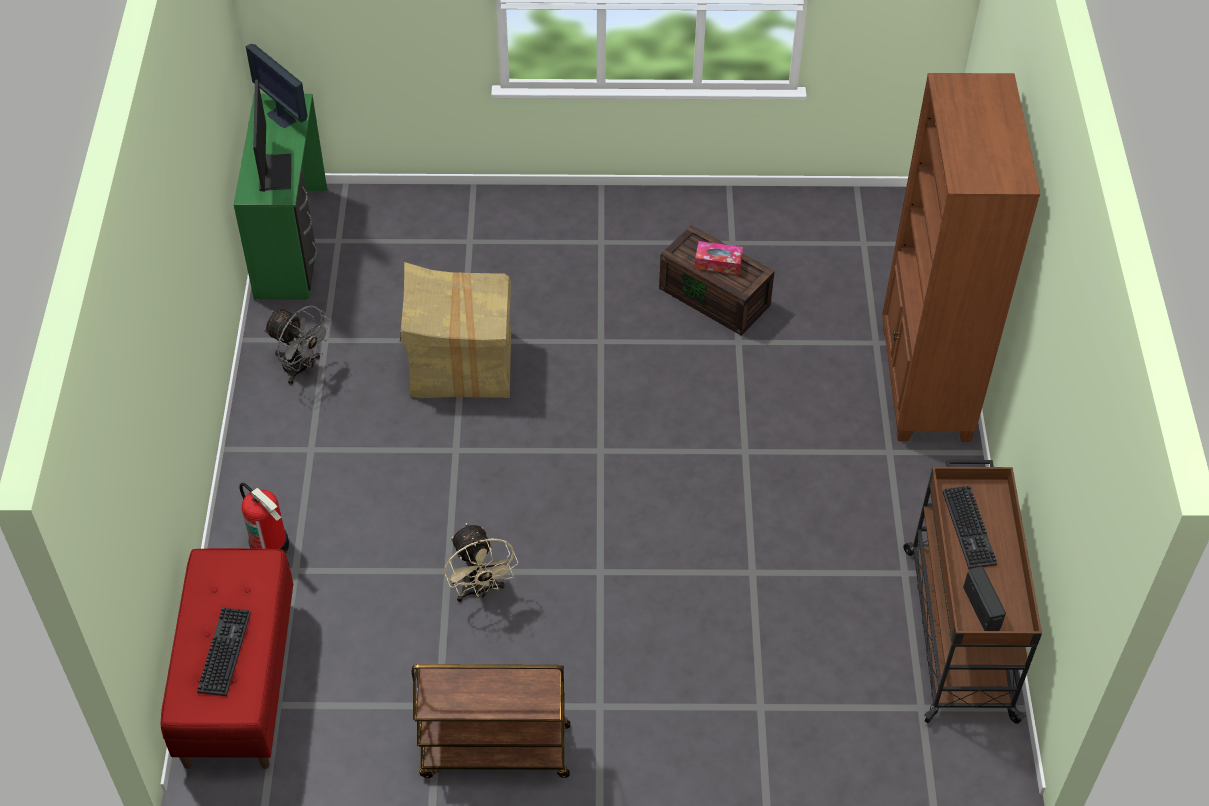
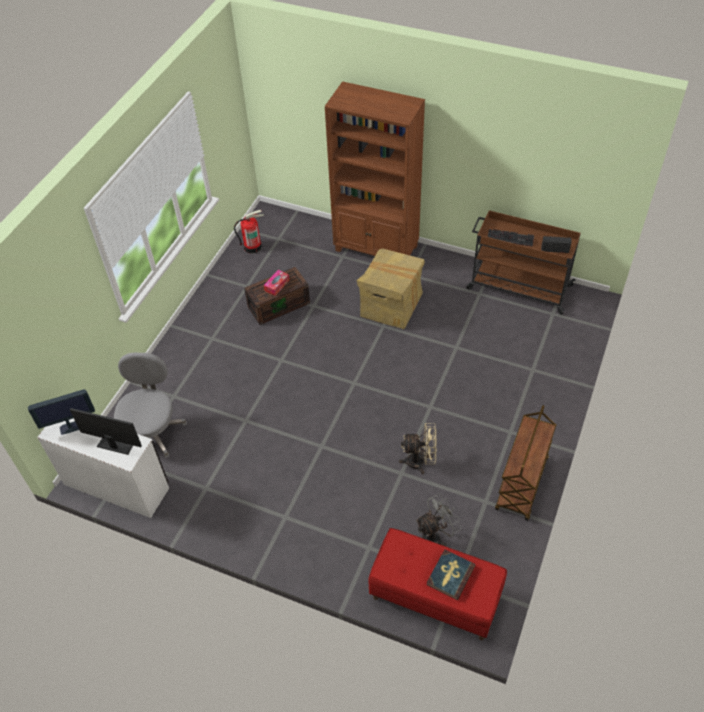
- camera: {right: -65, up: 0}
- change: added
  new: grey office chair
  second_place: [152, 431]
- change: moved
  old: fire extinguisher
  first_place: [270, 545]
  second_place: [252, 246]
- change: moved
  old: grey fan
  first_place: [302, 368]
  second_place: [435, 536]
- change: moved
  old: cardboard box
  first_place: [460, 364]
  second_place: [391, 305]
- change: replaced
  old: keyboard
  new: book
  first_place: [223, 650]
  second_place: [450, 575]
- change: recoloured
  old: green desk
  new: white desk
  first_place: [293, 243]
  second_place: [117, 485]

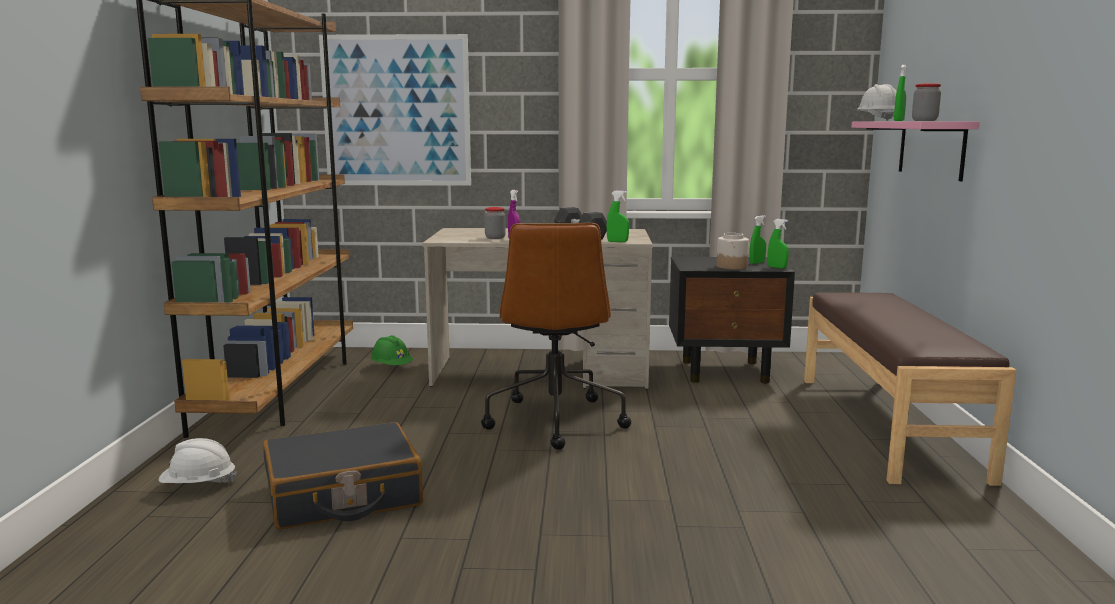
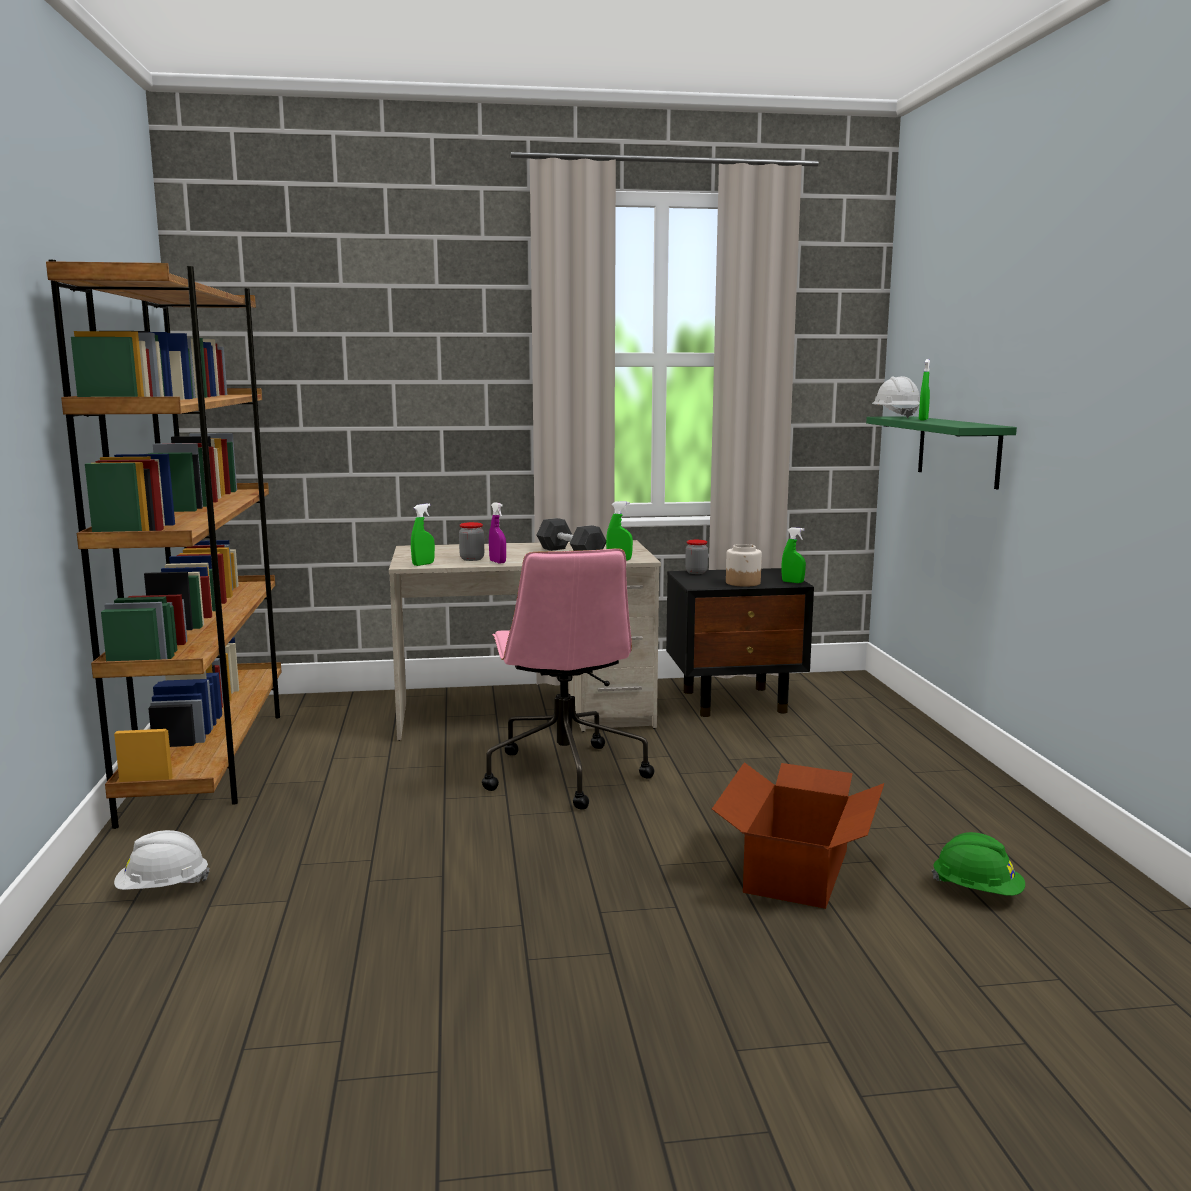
- camera: {right: -10, up: 0}
- change: removed
  old: black suitcase
  first_place: [343, 496]
- change: removed
  old: picture
  first_place: [396, 111]
- change: removed
  old: brown bench
  first_place: [887, 425]
- change: added
  new: cardboard box
  second_place: [798, 870]
- change: moved
  old: green hard hat
  first_place: [392, 367]
  second_place: [977, 891]
- change: moved
  old: green spray bottle
  first_place: [757, 263]
  second_place: [423, 564]
- change: moved
  old: jar
  first_place: [924, 120]
  second_place: [696, 572]
- change: recoloured
  old: brown office chair
  new: pink office chair
  first_place: [554, 420]
  second_place: [564, 773]
- change: recoloured
  old: pink shelf
  new: green shelf
  first_place: [931, 148]
  second_place: [958, 450]

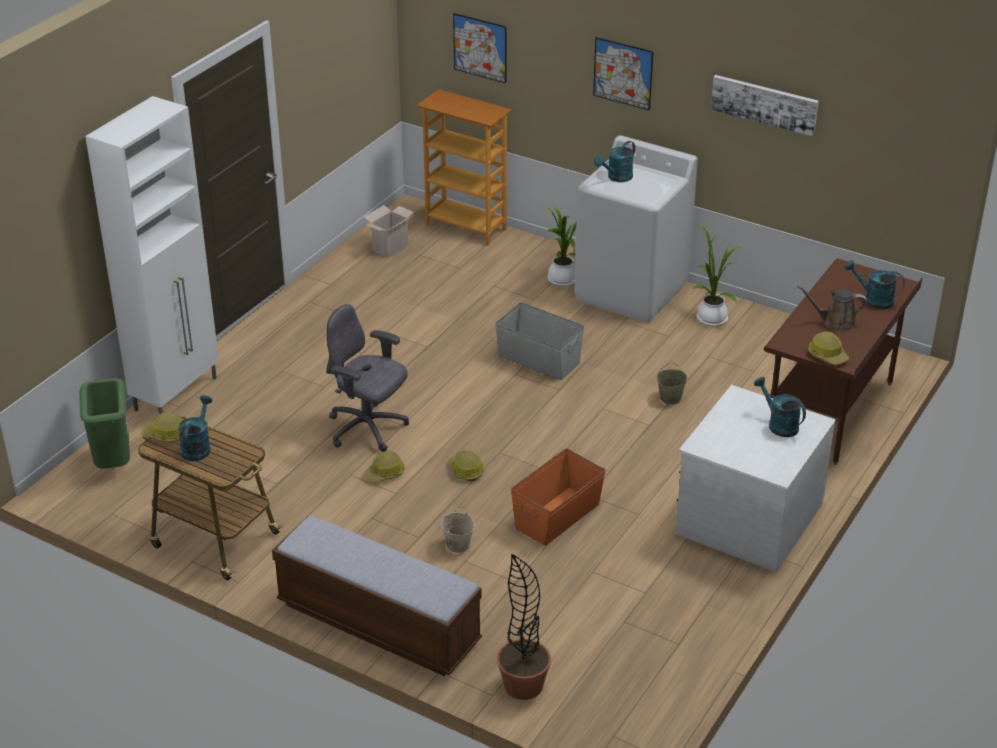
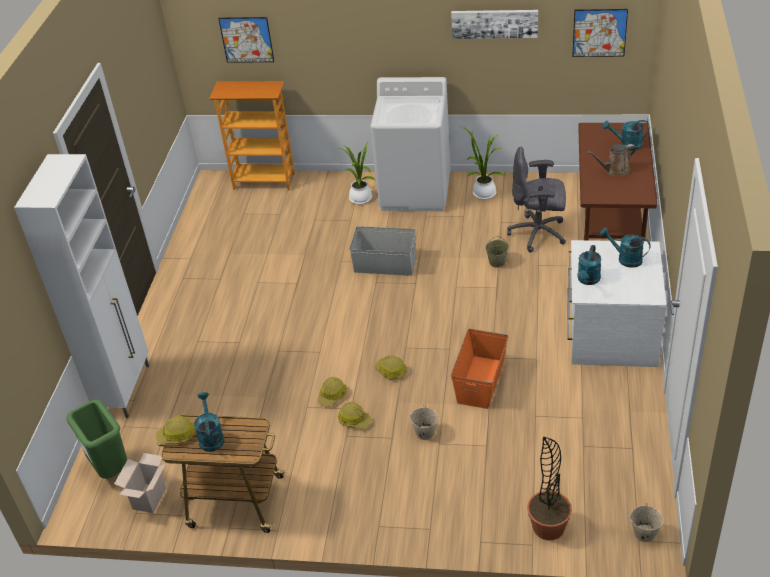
- camera: {right: -20, up: 5}
- change: removed
  old: bench
  first_place: [378, 623]
- change: added
  new: beige bucket
  second_place: [644, 533]
- change: moved
  old: grey office chair
  first_place: [368, 429]
  second_place: [538, 234]
- change: moved
  old: cardboard box
  first_place: [390, 247]
  second_place: [149, 497]
- change: moved
  old: picture
  first_place: [623, 73]
  second_place: [599, 33]
- change: moved
  old: turquoise watering can
  first_place: [616, 178]
  second_place: [588, 280]
- change: moved
  old: hard hat
  first_place: [827, 355]
  second_place: [354, 420]

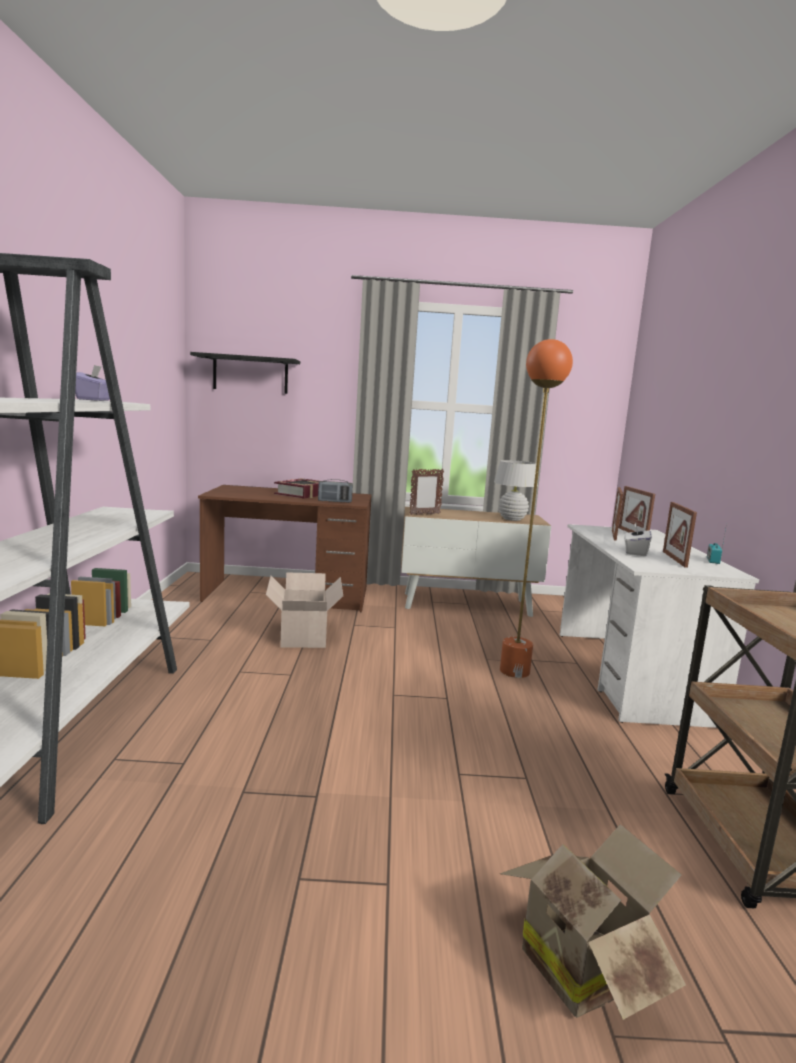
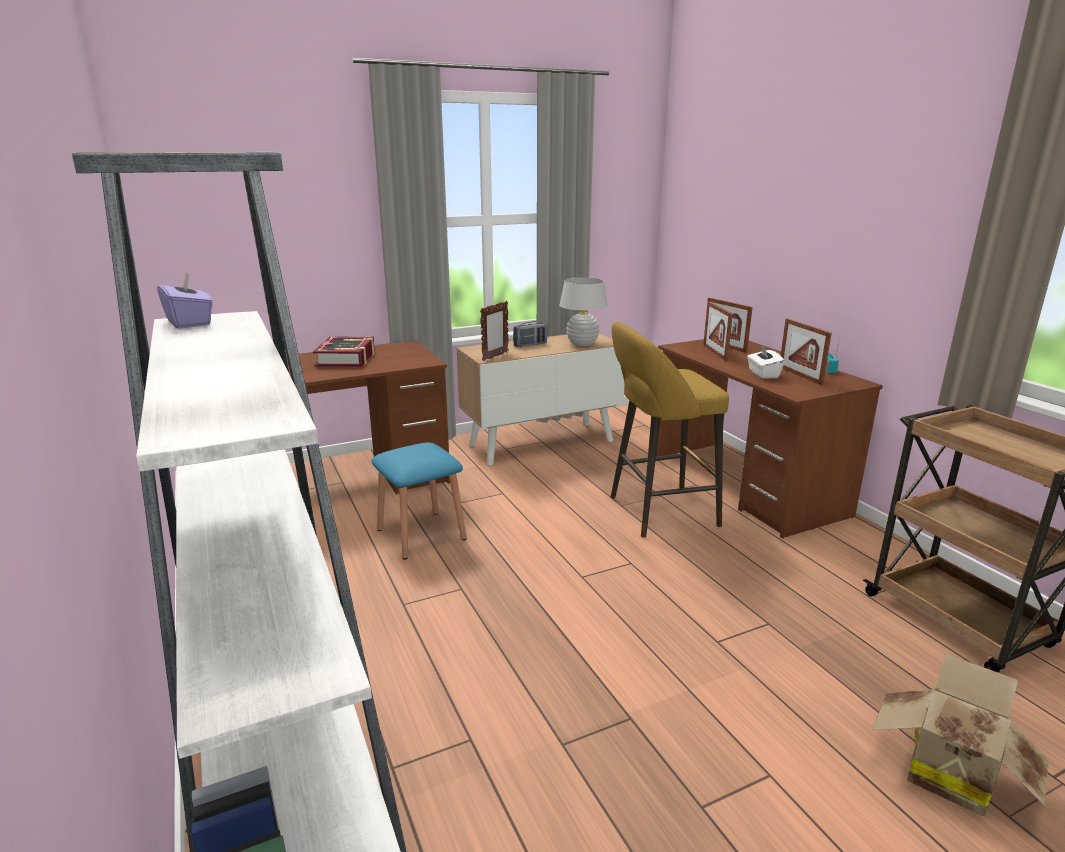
- camera: {right: -25, up: 10}
- change: removed
  old: black shelf
  first_place: [250, 374]
- change: moved
  old: radio
  first_place: [334, 501]
  second_place: [530, 345]
- change: replaced
  old: cardboard box
  new: blue stool
  first_place: [303, 636]
  second_place: [421, 534]
- change: replaced
  old: orange floor lamp
  new: yellow stool
  first_place: [514, 671]
  second_place: [657, 512]
- change: recoloured
  old: white desk
  new: brown desk
  first_place: [629, 675]
  second_place: [746, 485]

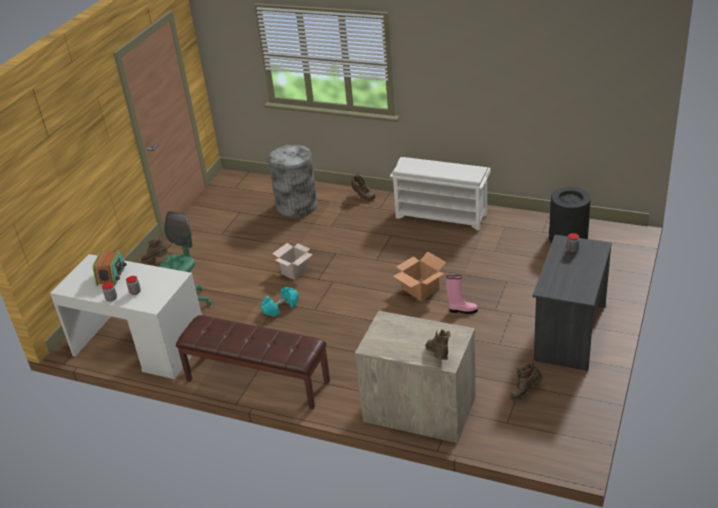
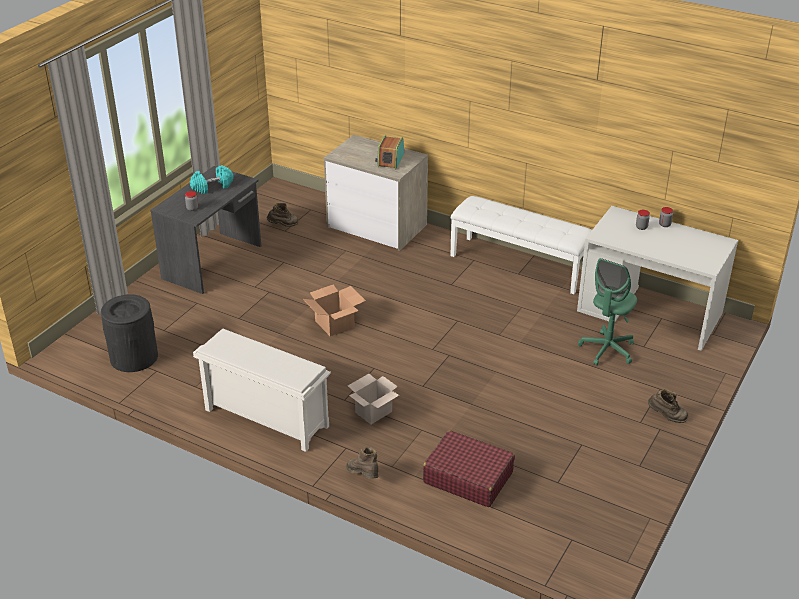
- camera: {right: -175, up: 0}
- change: removed
  old: brown boot
  first_place: [438, 357]
- change: removed
  old: pink boot
  first_place: [462, 310]
- change: moved
  old: radio
  first_place: [111, 275]
  second_place: [390, 160]
- change: moved
  old: turquoise dumbbell
  first_place: [280, 307]
  second_place: [212, 187]
- change: moved
  old: cardboard box
  first_place: [295, 272]
  second_place: [374, 411]
- change: replaced
  old: grey trash can
  new: red suitcase
  first_place: [297, 206]
  second_place: [468, 477]
- change: recoloured
  old: brown bench
  new: white bench
  first_place: [257, 381]
  second_place: [519, 264]

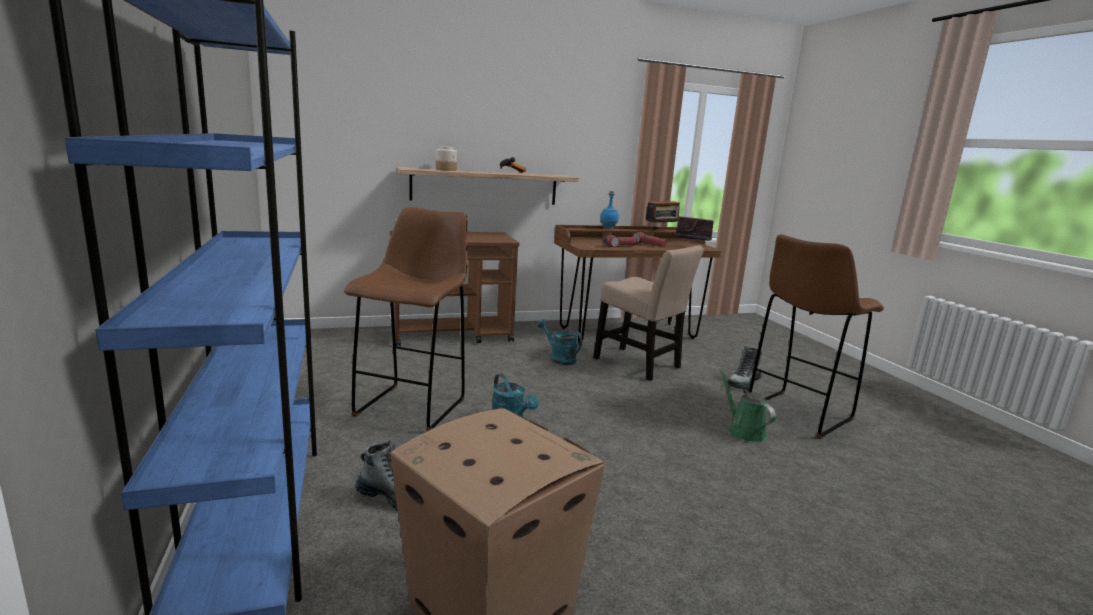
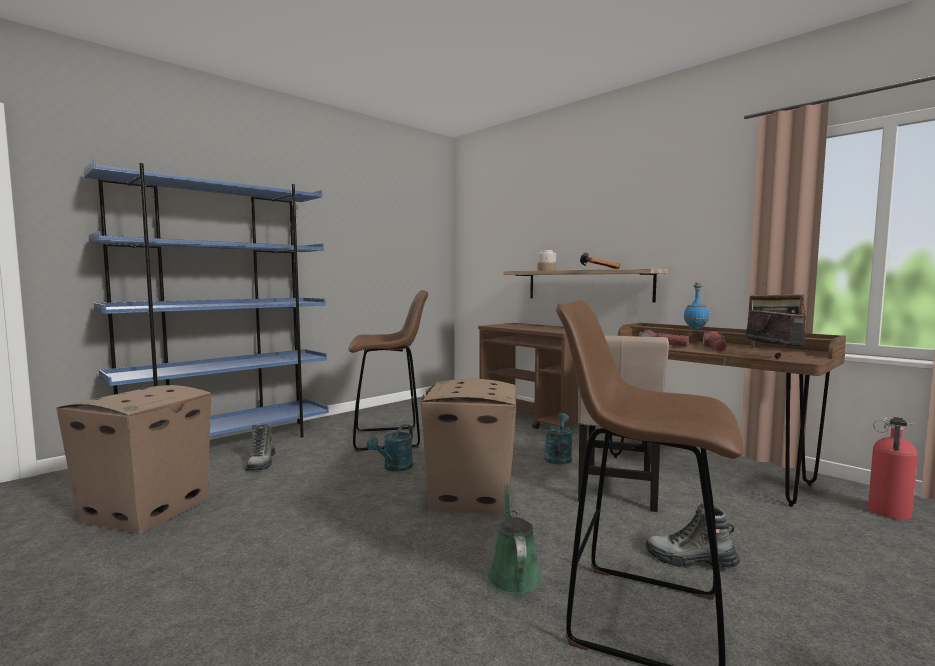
- camera: {right: 65, up: -10}
- change: added
  new: cardboard box
  second_place: [471, 497]
- change: added
  new: fire extinguisher
  second_place: [889, 513]
- change: turned
  old: green watering can
  first_place: [744, 431]
  second_place: [513, 575]
  degrees: -45

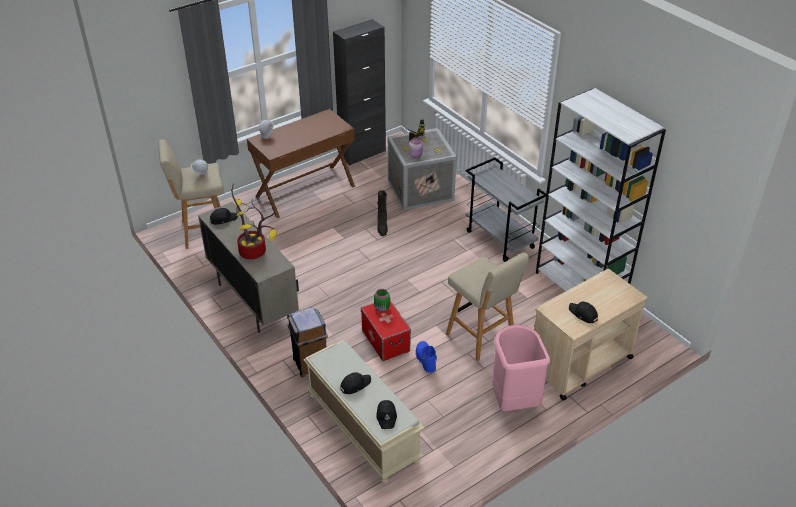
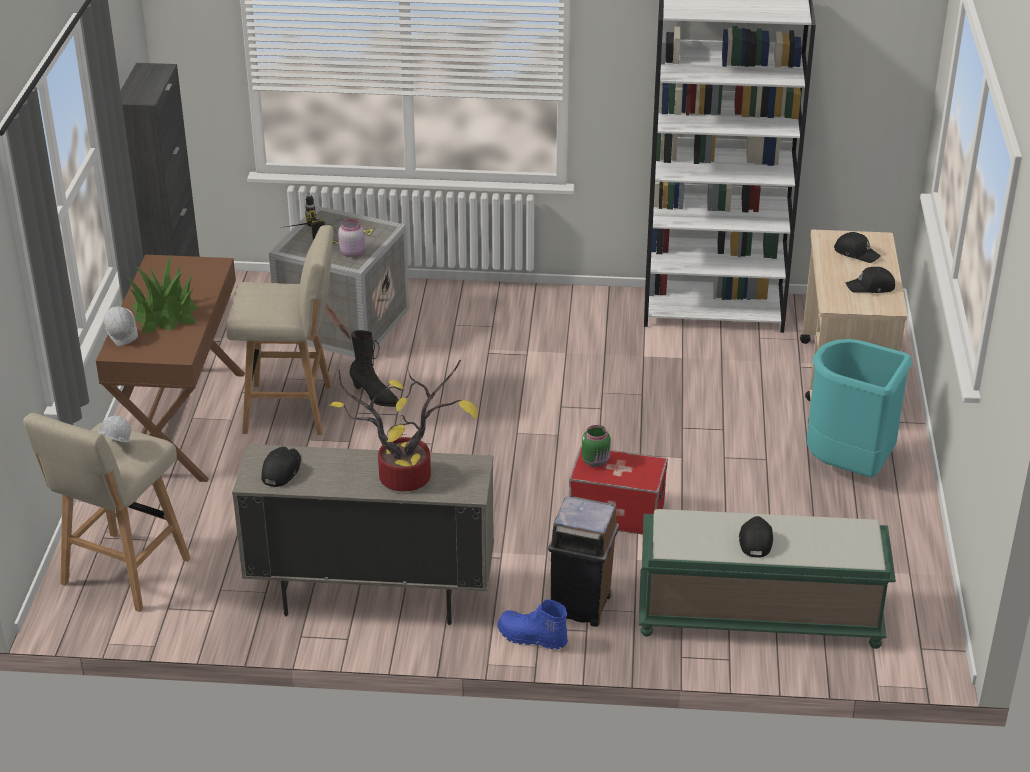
- camera: {right: -50, up: -5}
- change: removed
  old: grey cart
  first_place: [501, 240]
- change: added
  new: potted plant
  second_place: [165, 314]
- change: moved
  old: black cap
  first_place: [387, 416]
  second_place: [856, 253]
- change: moved
  old: blue boot
  first_place: [425, 360]
  second_place: [531, 638]
- change: moved
  old: beige stool
  first_place: [482, 337]
  second_place: [292, 409]
- change: recoloured
  old: beige bench
  new: green bench
  first_place: [361, 427]
  second_place: [757, 617]
- change: recoloured
  old: pink trash can
  new: turquoise trash can
  first_place: [513, 400]
  second_place: [848, 467]

